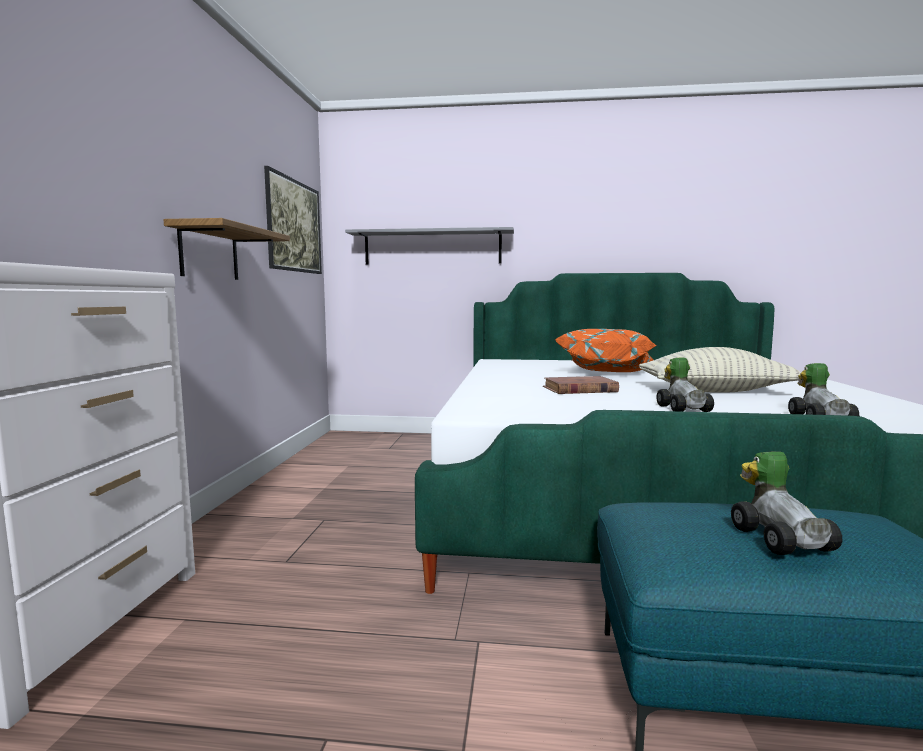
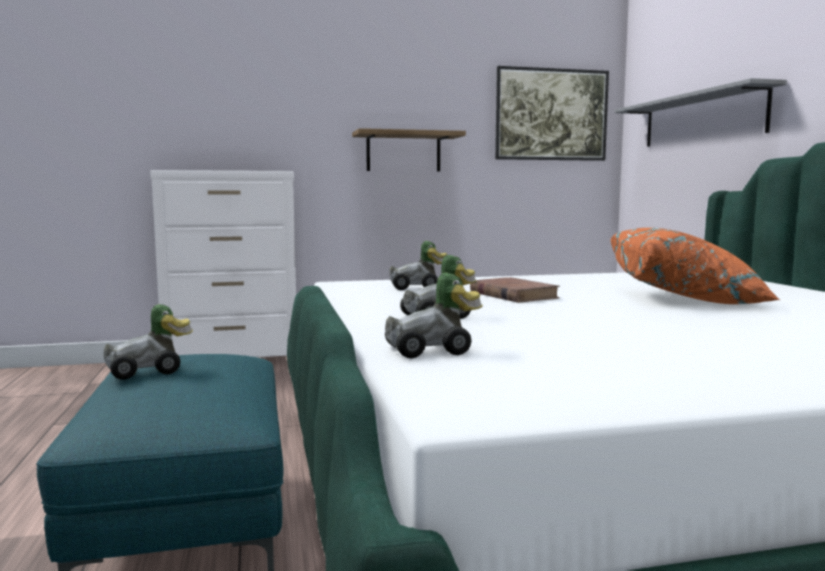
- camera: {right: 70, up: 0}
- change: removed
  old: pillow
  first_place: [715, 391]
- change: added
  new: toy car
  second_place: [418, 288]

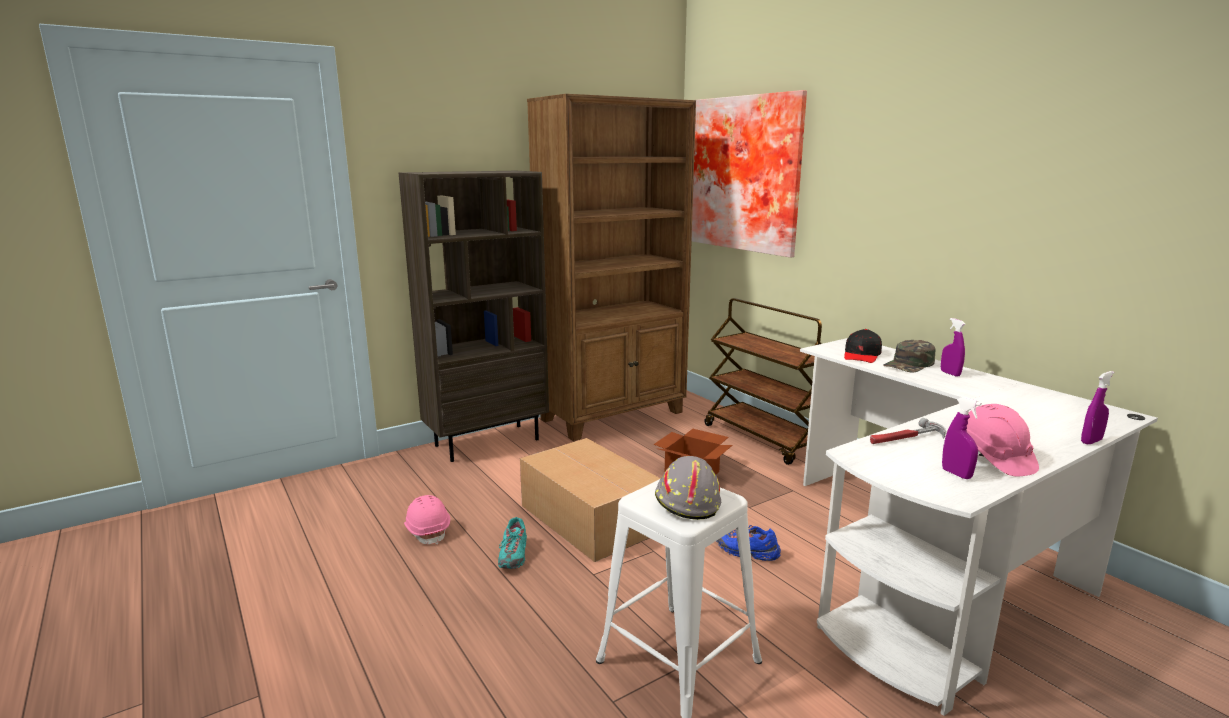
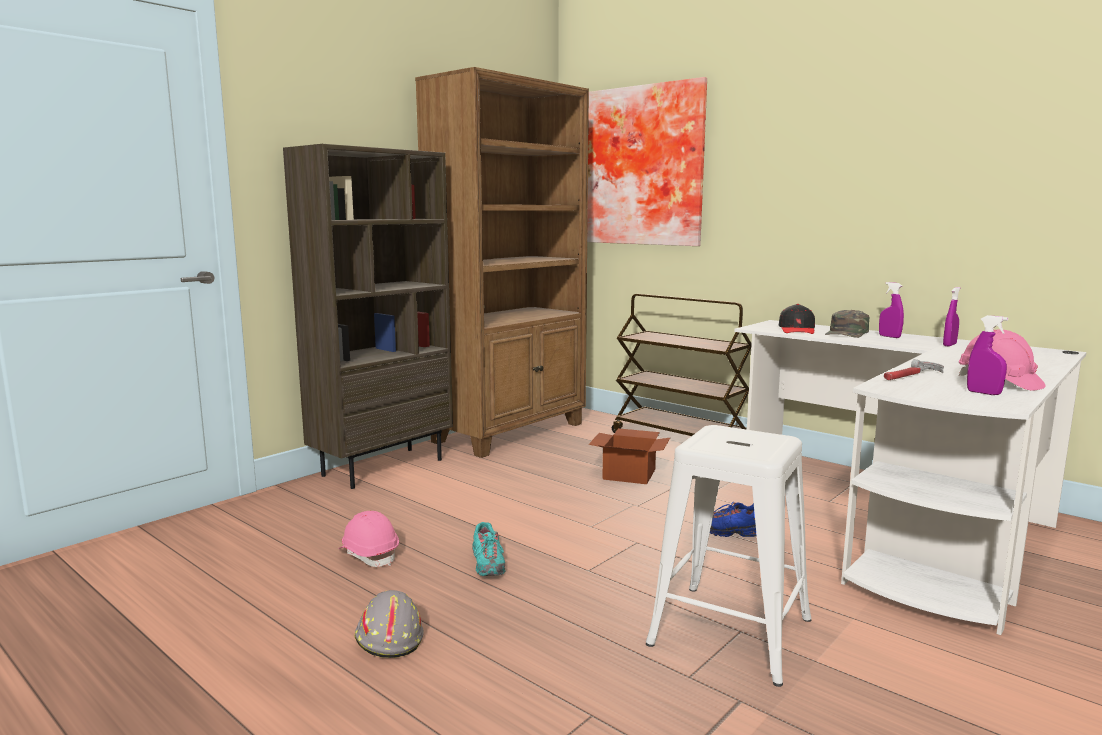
- camera: {right: -15, up: -5}
- change: removed
  old: cardboard box
  first_place: [590, 517]
- change: moved
  old: grey hard hat
  first_place: [686, 501]
  second_place: [388, 637]
- change: moved
  old: purple spray bottle
  first_place: [1091, 441]
  second_place: [949, 345]

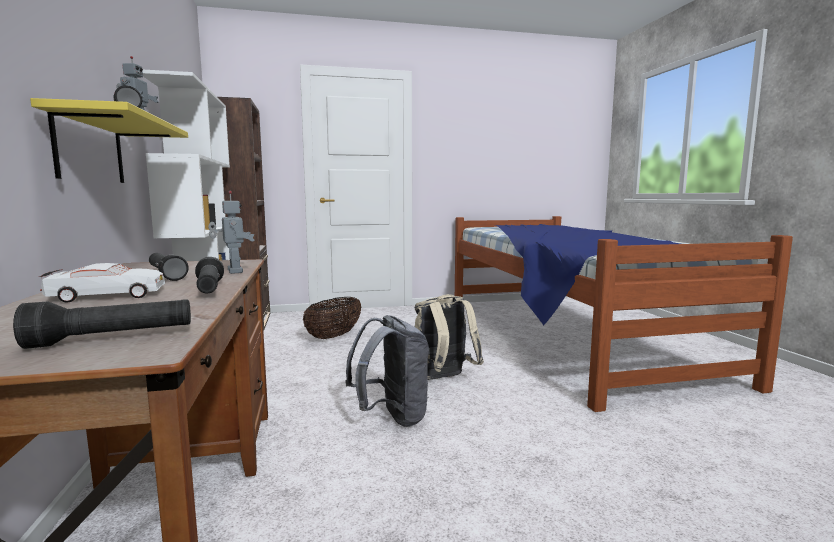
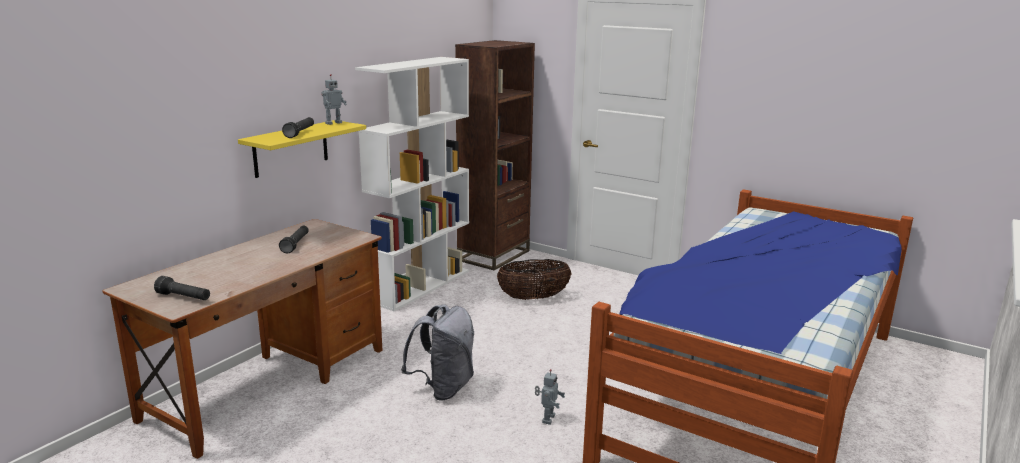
- camera: {right: 45, up: 10}
- change: removed
  old: white toy car
  first_place: [108, 295]
- change: removed
  old: black flashlight
  first_place: [209, 289]
- change: removed
  old: beige backpack
  first_place: [443, 379]
- change: moved
  old: toy robot
  first_place: [233, 271]
  second_place: [547, 419]

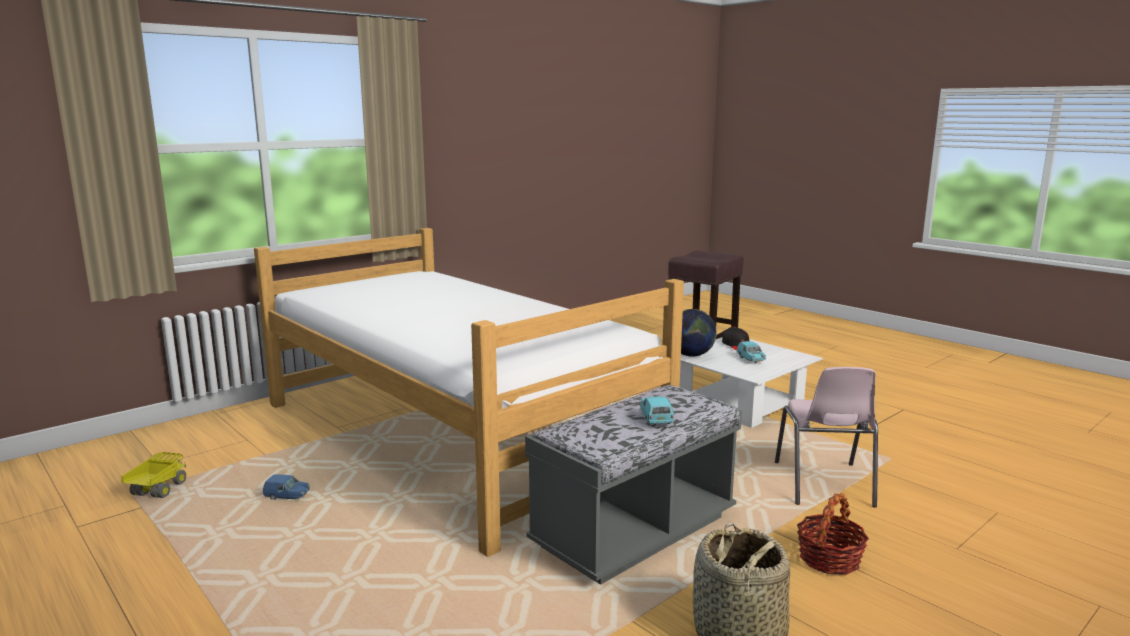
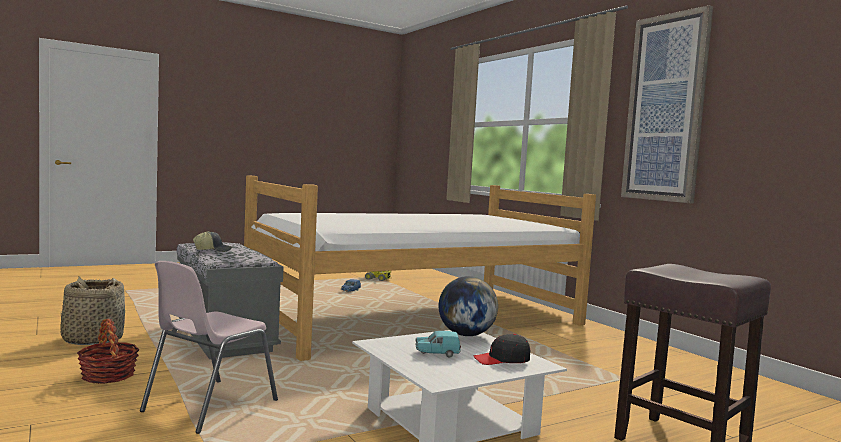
- camera: {right: 100, up: -10}
- change: added
  new: picture
  second_place: [665, 108]
- change: replaced
  old: turquoise toy car
  new: cap
  first_place: [655, 419]
  second_place: [213, 250]
- change: turned
  old: pink chair
  first_place: [823, 485]
  second_place: [208, 406]
  degrees: -75

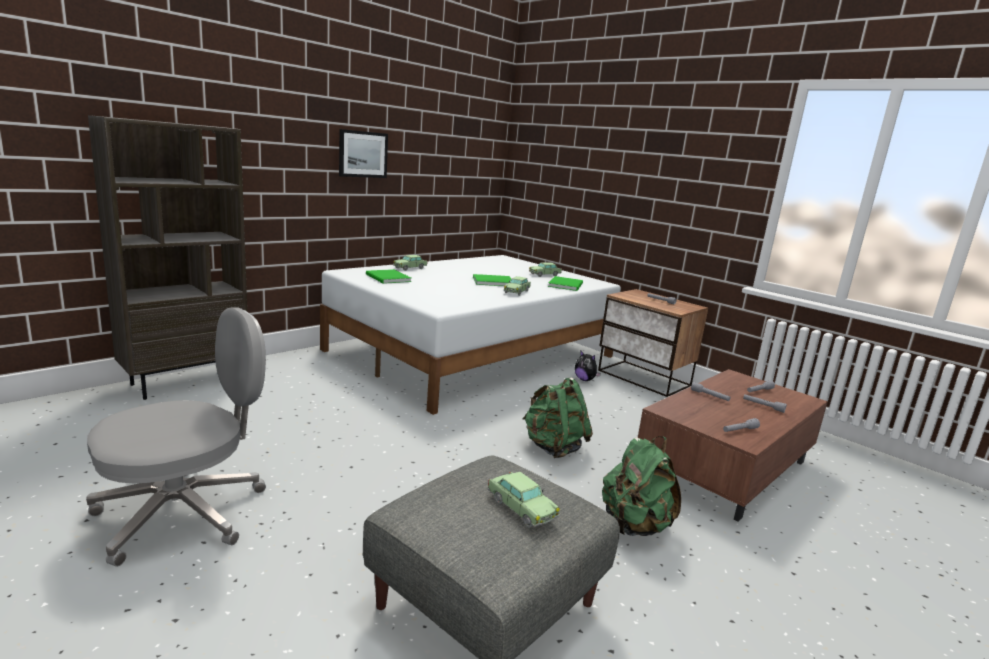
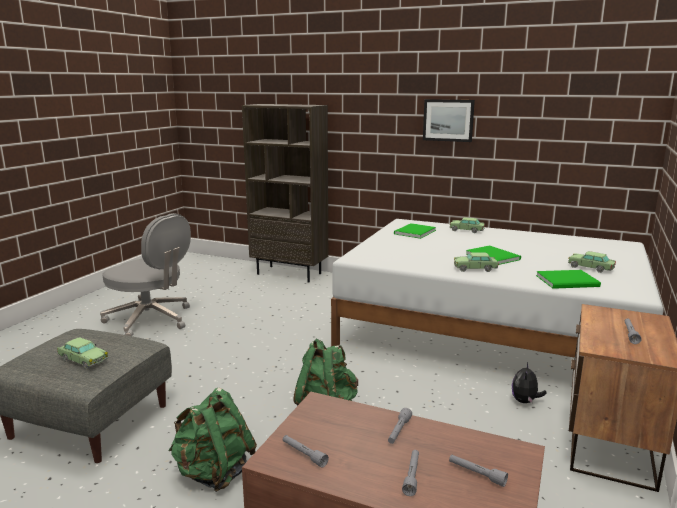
- camera: {right: 70, up: 0}
- change: turned
  old: toy car
  first_place: [521, 508]
  second_place: [83, 360]
  degrees: -90

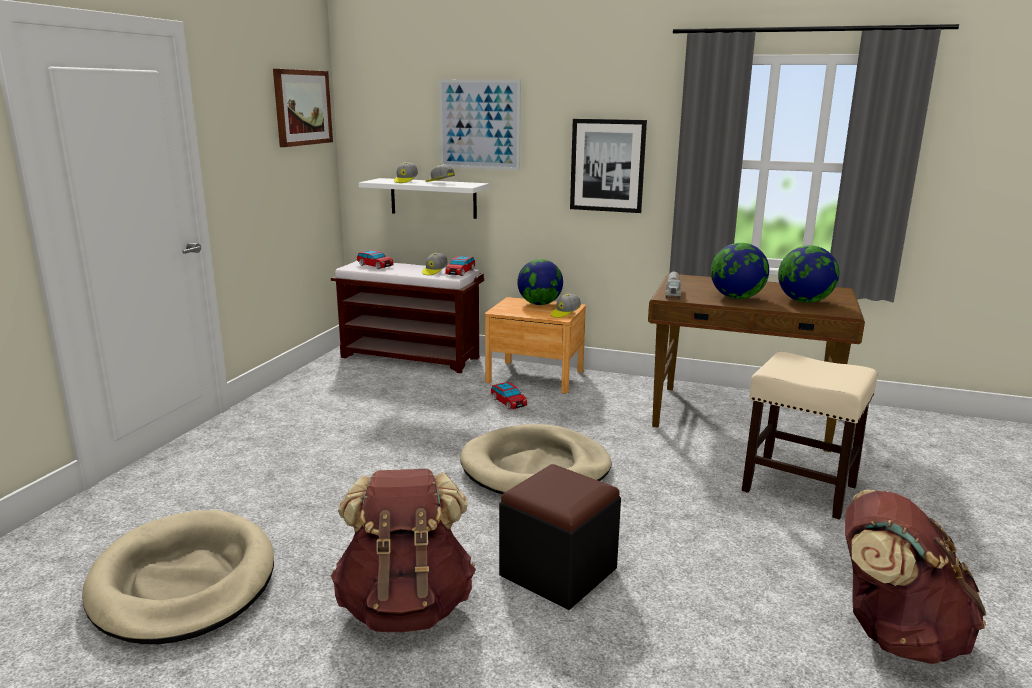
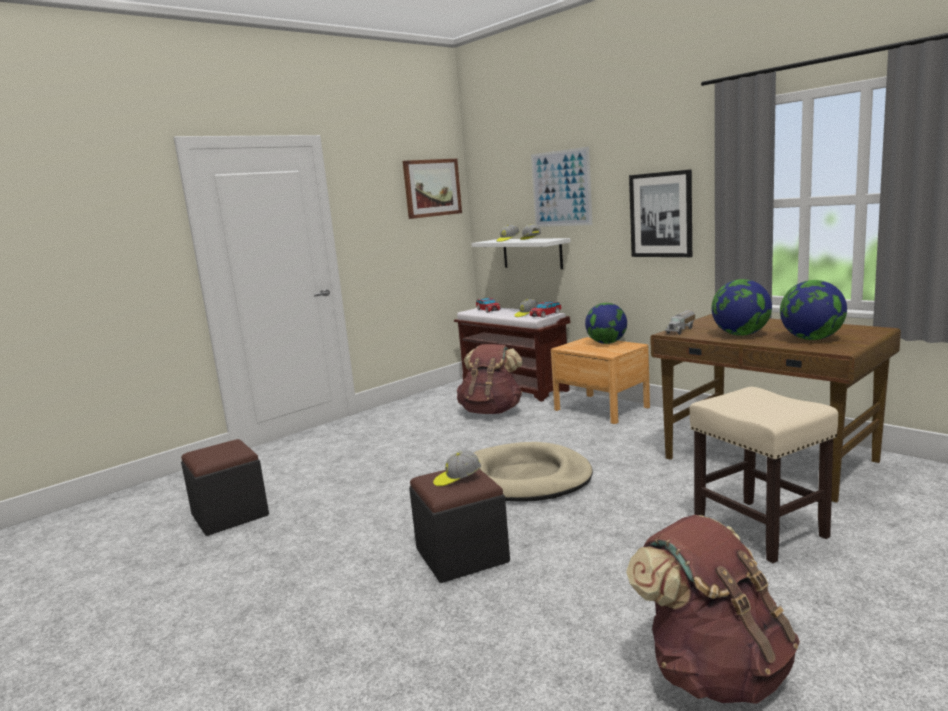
- camera: {right: 30, up: -5}
- change: removed
  old: toy car
  first_place: [508, 402]
- change: moved
  old: brown backpack
  first_place: [406, 606]
  second_place: [491, 411]
- change: moved
  old: cap
  first_place: [565, 313]
  second_place: [457, 479]
- change: replaced
  old: beige dog bed
  new: black ottoman
  first_place: [184, 582]
  second_place: [230, 515]

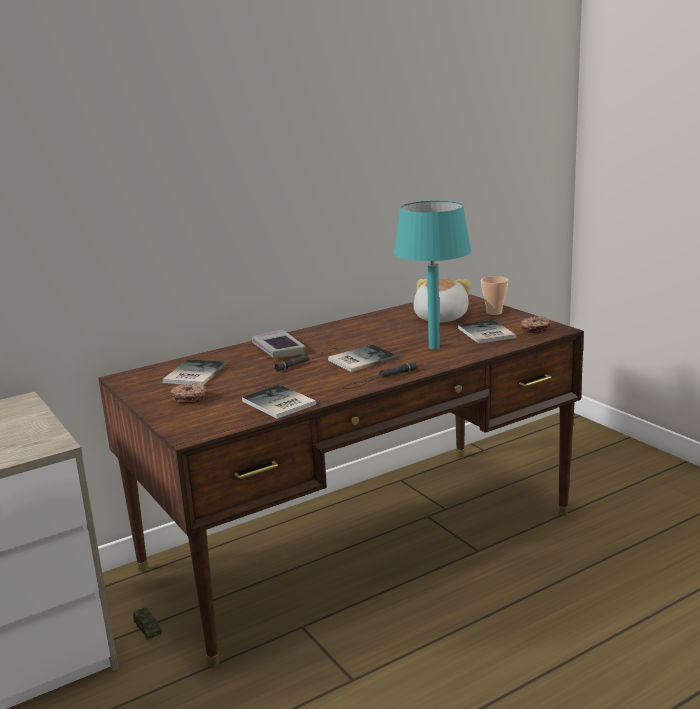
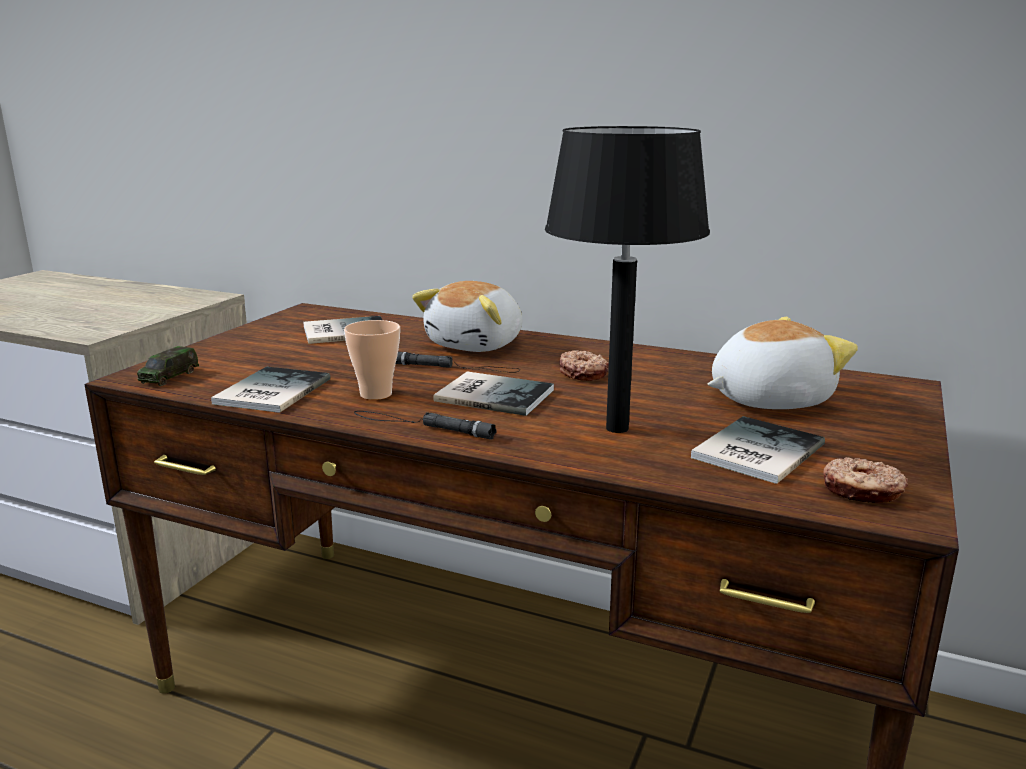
- camera: {right: 55, up: 0}
- change: moved
  old: toy car
  first_place: [148, 629]
  second_place: [169, 376]
- change: moved
  old: donut
  first_place: [189, 398]
  second_place: [583, 373]
- change: moved
  old: cup
  first_place: [494, 312]
  second_place: [376, 394]
- change: replaced
  old: book
  new: plush toy
  first_place: [278, 349]
  second_place: [477, 344]
- change: recoloured
  old: turquoise table lamp
  new: black table lamp
  first_place: [434, 347]
  second_place: [616, 428]

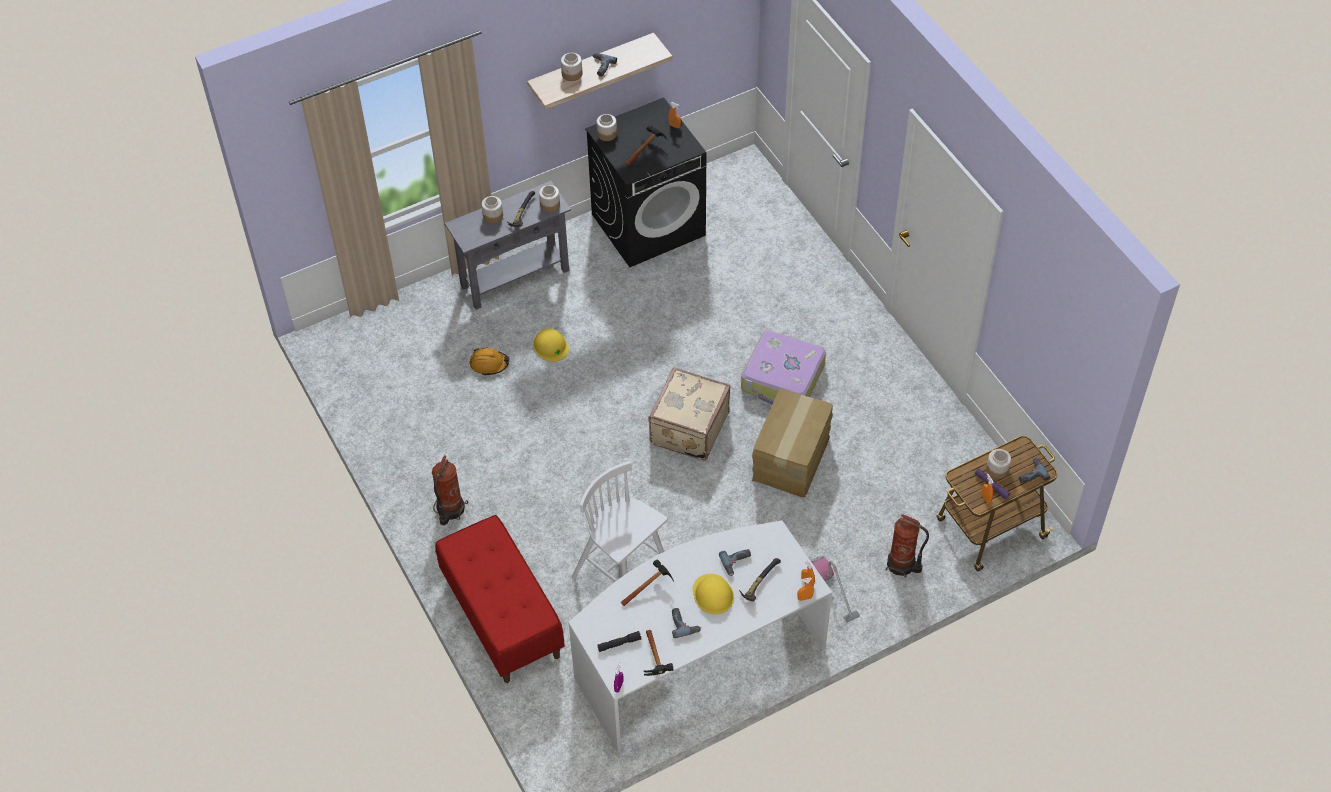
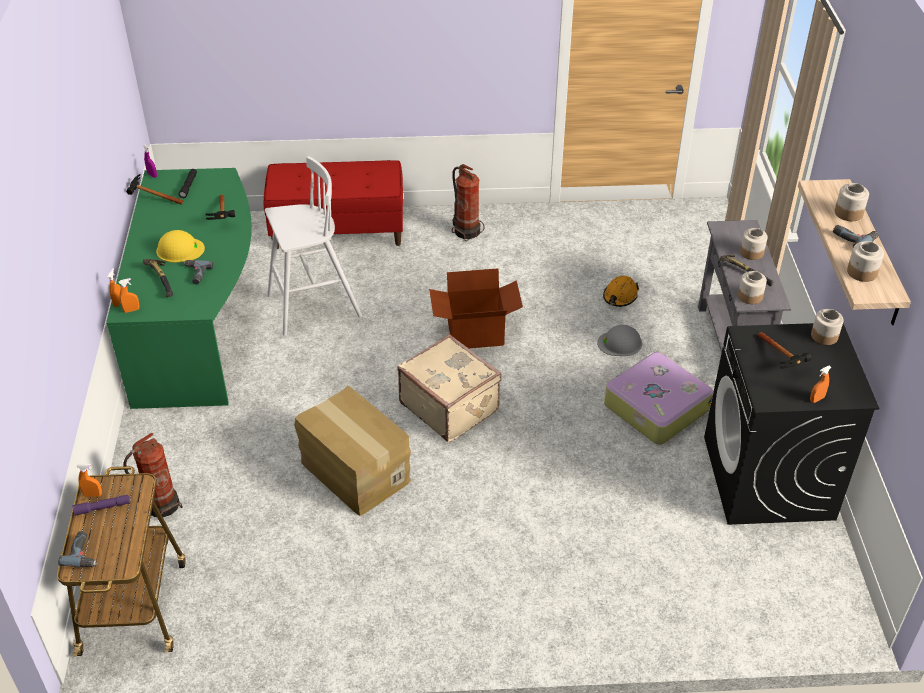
- camera: {right: 115, up: -10}
- change: removed
  old: power drill
  first_place: [684, 623]
- change: removed
  old: vacuum cleaner
  first_place: [833, 590]
- change: added
  new: cardboard box
  second_place: [475, 334]
- change: moved
  old: suitcase
  first_place: [783, 378]
  second_place: [654, 407]
- change: moved
  old: jar
  first_place: [997, 469]
  second_place: [862, 272]
- change: recoloured
  old: yellow hard hat
  new: grey hard hat
  first_place: [550, 346]
  second_place: [620, 343]
- change: recoloured
  old: white desk
  new: green desk
  first_place: [696, 657]
  second_place: [201, 324]

